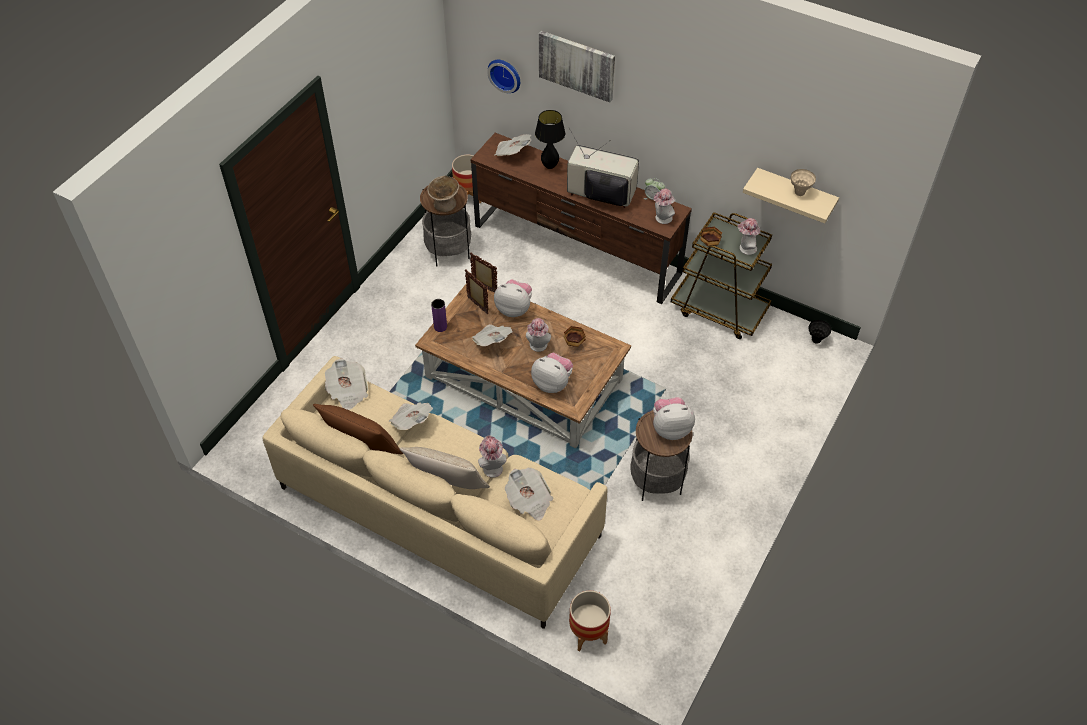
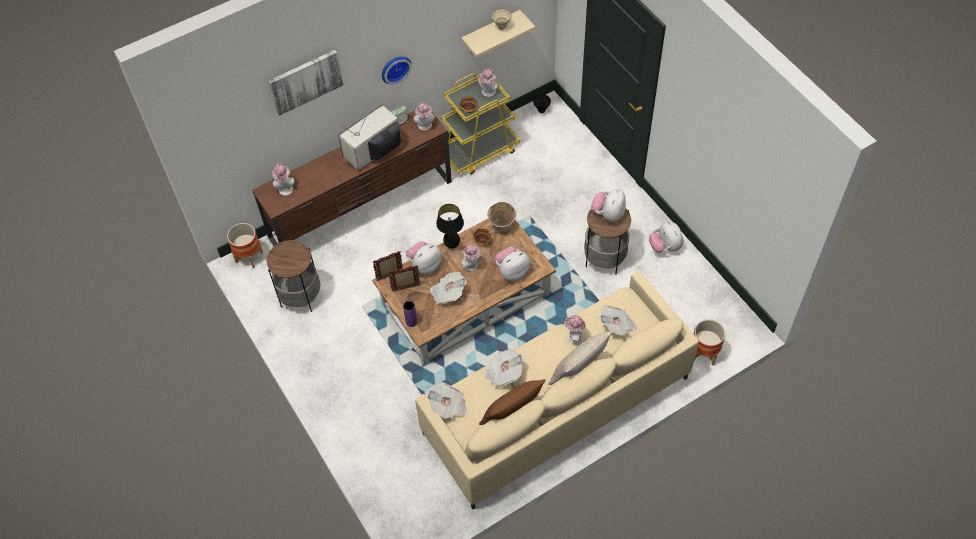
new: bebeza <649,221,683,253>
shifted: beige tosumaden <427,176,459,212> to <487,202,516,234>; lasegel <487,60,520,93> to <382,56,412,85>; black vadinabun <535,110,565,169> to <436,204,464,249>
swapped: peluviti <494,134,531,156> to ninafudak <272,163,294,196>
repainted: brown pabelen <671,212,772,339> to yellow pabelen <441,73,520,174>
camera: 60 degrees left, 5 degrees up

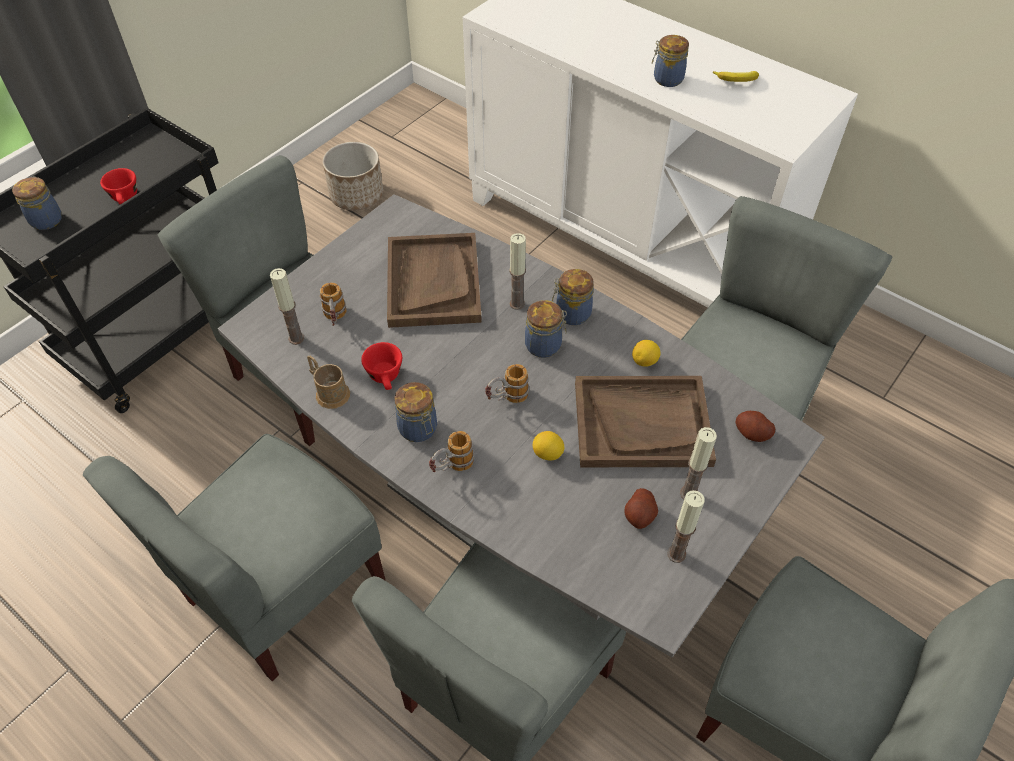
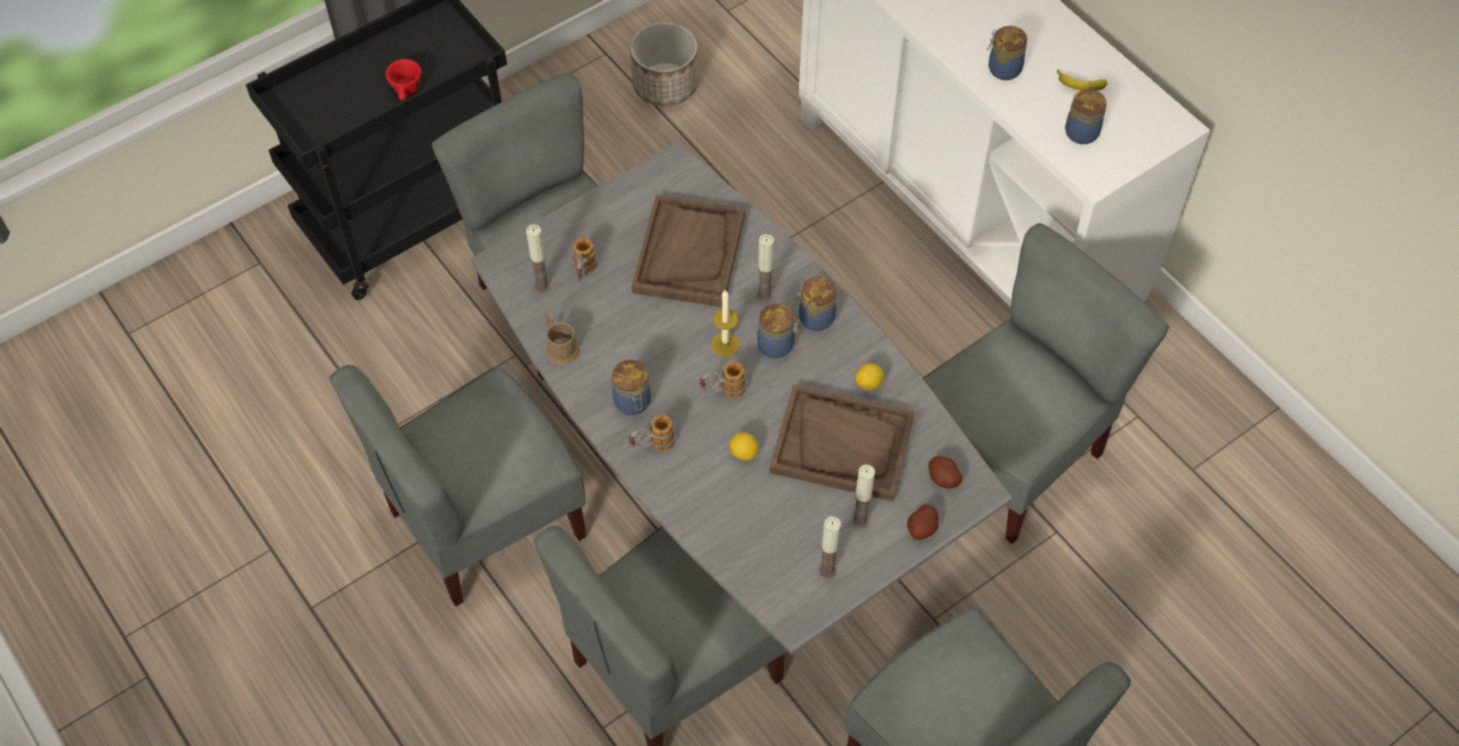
gone: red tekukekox <361,342,402,390>
new: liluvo <711,289,740,357>
shifted: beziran <12,176,62,230> to <1065,88,1107,144>; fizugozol <625,488,658,529> to <907,504,939,540>
camera: 15 degrees right, 5 degrees up

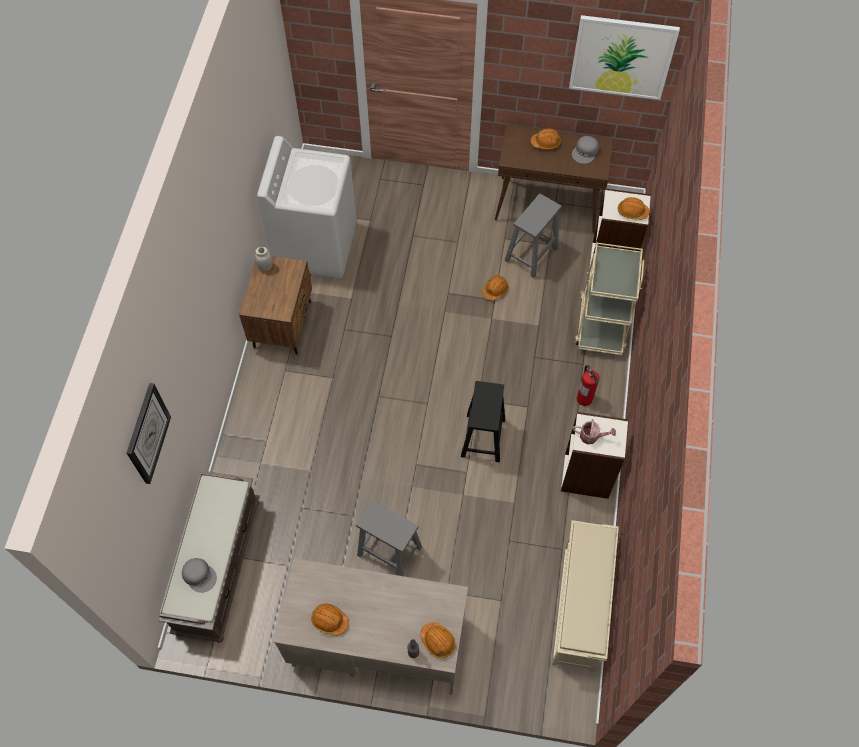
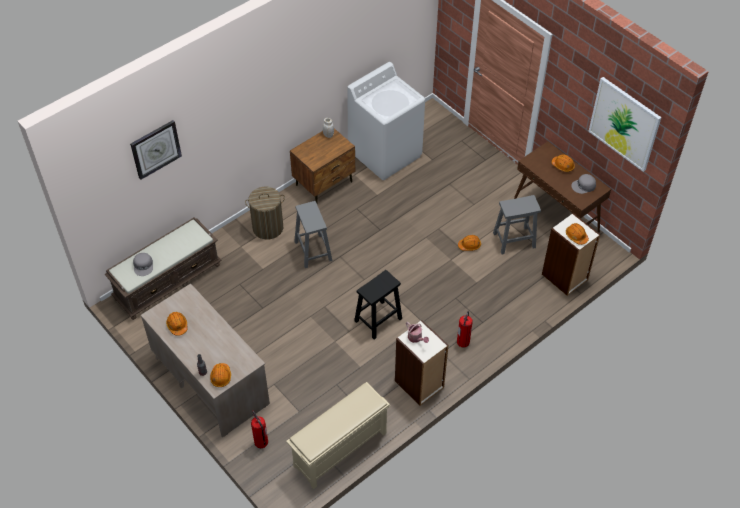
gone: beige pabelen <575,242,644,355>
new: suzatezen <245,187,285,240>; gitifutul <251,411,268,448>
shifted: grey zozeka <356,500,422,576> to <294,201,333,268>
camera: 40 degrees right, 10 degrees down

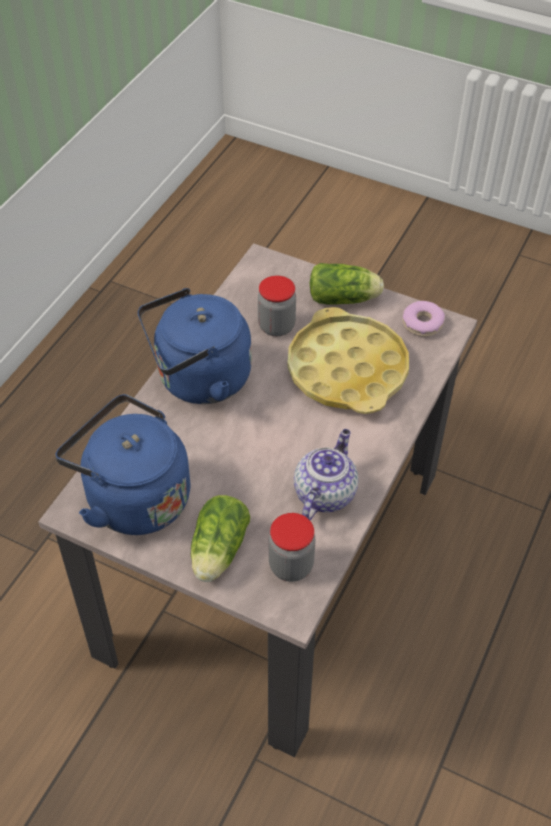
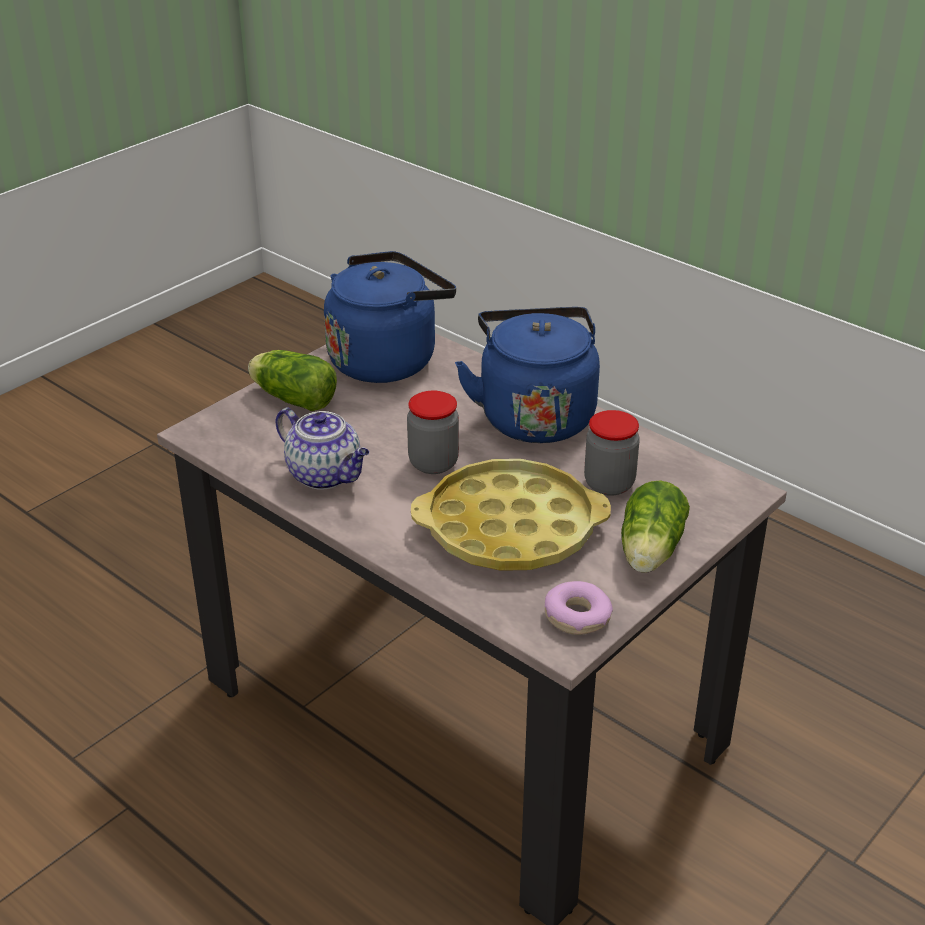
shifted: beziran <269,513,315,582> to <407,391,459,474>
camera: 105 degrees right, 15 degrees down

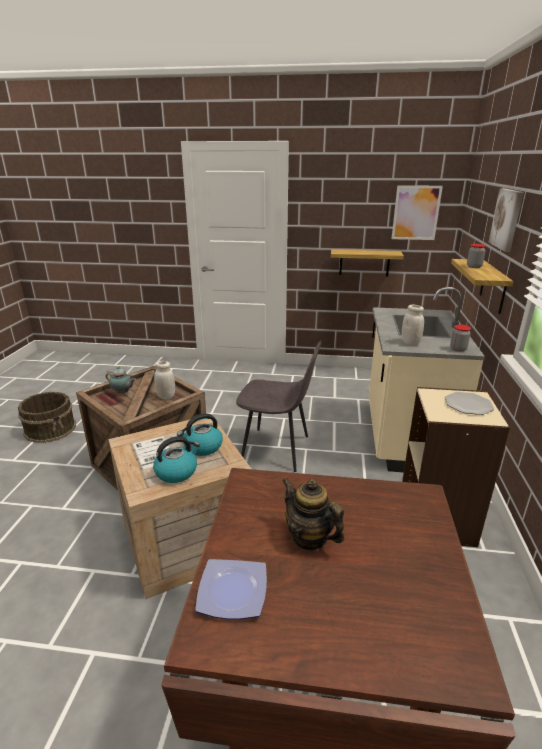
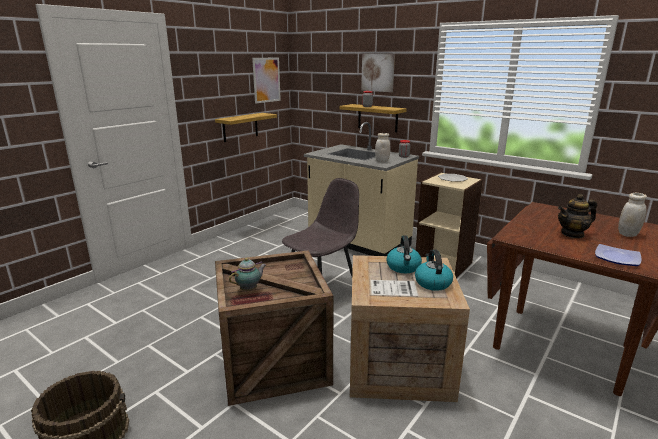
shifted: white beziran <154,361,175,399> to <618,193,647,237>
camera: 60 degrees left, 5 degrees down

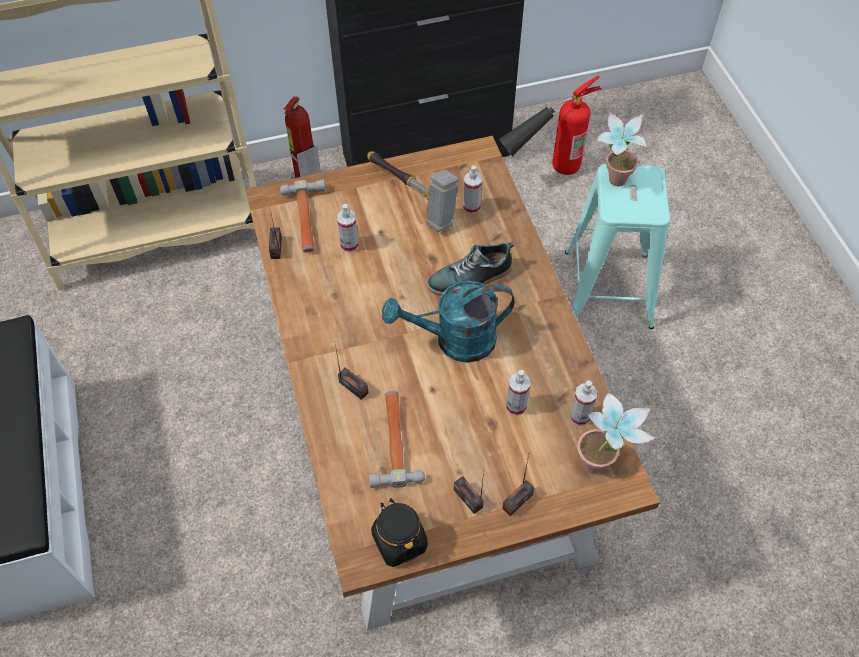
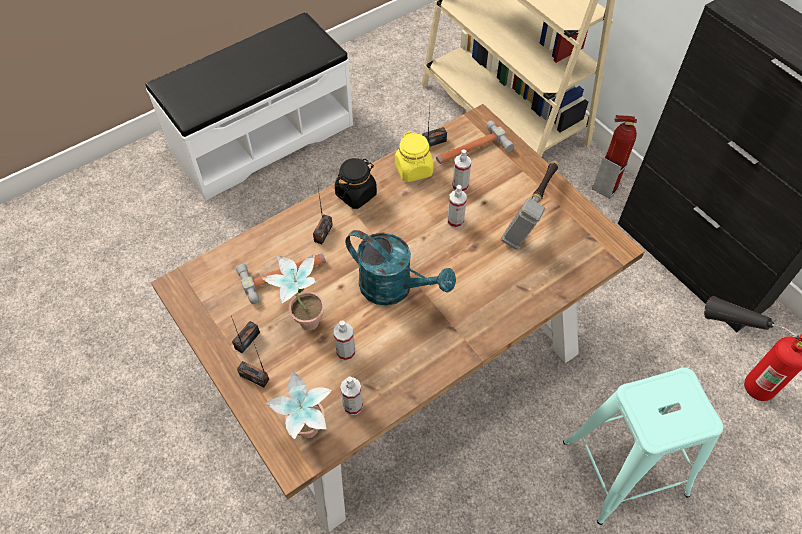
gone: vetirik <427,241,514,295>
new: yellow beziran <395,131,434,182>
shifted: black beziran <371,498,428,567> to <335,158,377,209>; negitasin <463,165,482,214> to <447,185,467,228>; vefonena <596,112,647,186> to <261,254,325,330>
rotated: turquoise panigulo <382,281,515,363> = <346,230,456,306> 150 degrees clockwise
camera: 70 degrees right, 0 degrees up

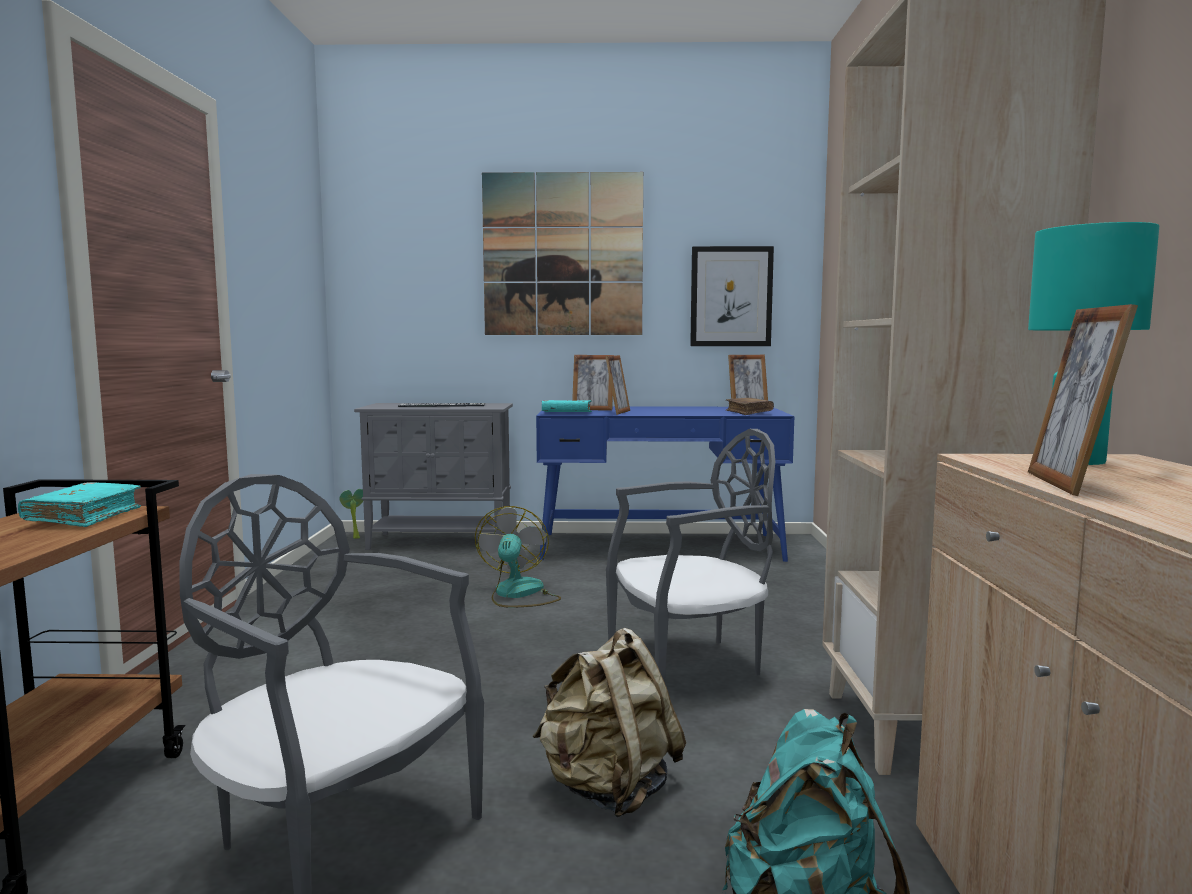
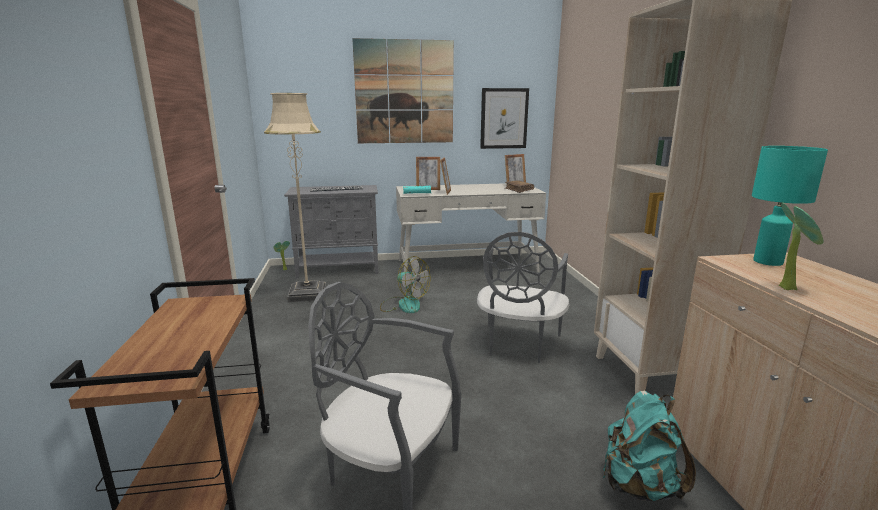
gone: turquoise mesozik <18,482,141,527>; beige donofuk <533,628,686,817>
new: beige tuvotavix <264,93,326,302>
swapped: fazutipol <1028,304,1138,496> to vefonena <779,203,823,290>
repainted: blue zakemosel <536,406,794,562> to white zakemosel <396,183,546,272>
rotated: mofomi <475,506,561,608> = <380,256,430,313> 135 degrees clockwise; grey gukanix <606,429,775,682> = <477,232,569,363> 135 degrees clockwise
camera: 10 degrees left, 10 degrees up

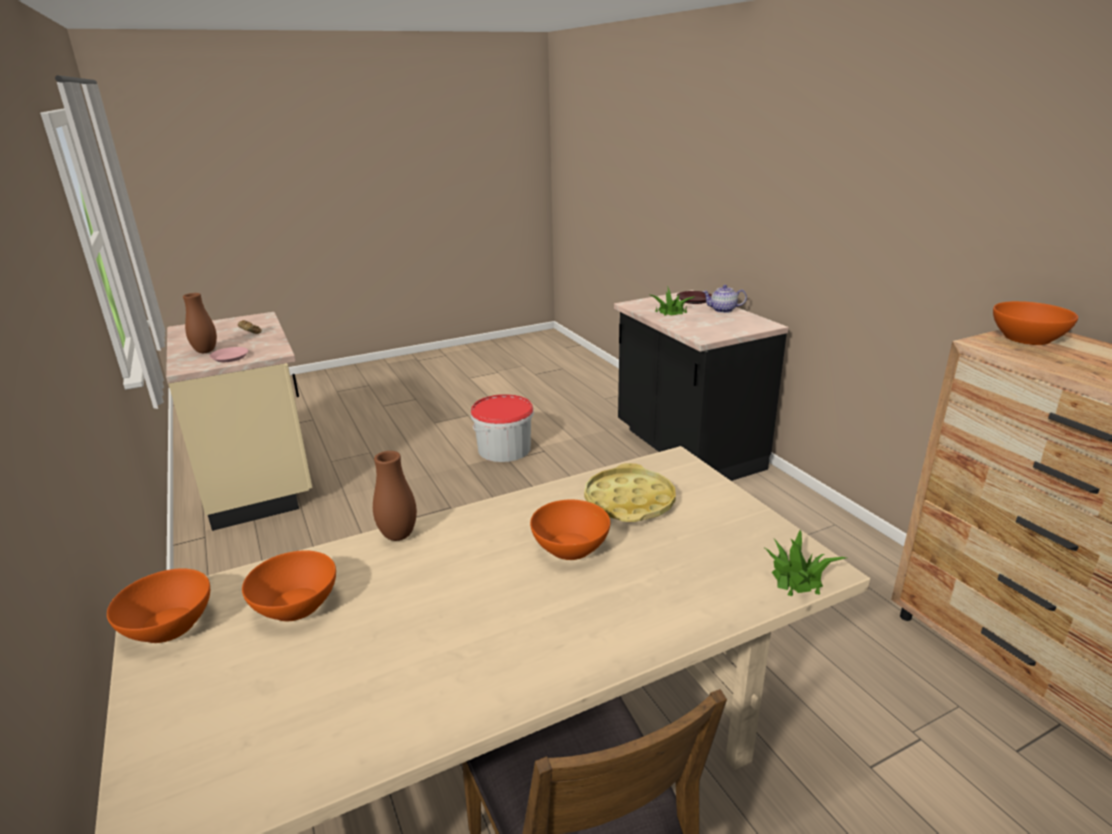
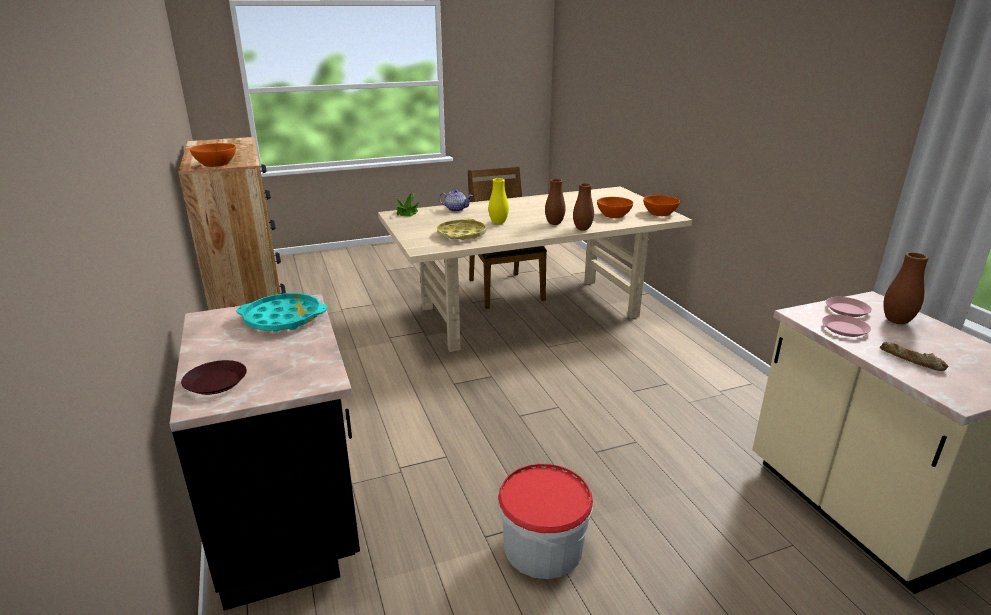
gone: vefonena <648,286,694,315>
new: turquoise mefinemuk <236,293,327,332>; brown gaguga <545,179,566,225>; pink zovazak <822,314,871,337>
shifted: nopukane <702,285,747,313> to <439,189,473,212>
swapped: orange tosumaden <530,499,610,560> to yellow gaguga <488,178,509,224>
camera: 175 degrees left, 0 degrees up

